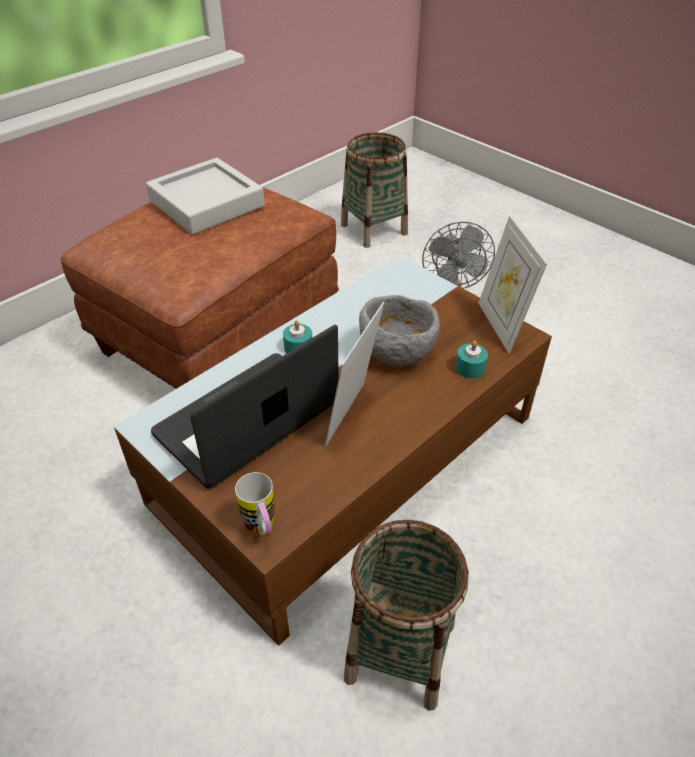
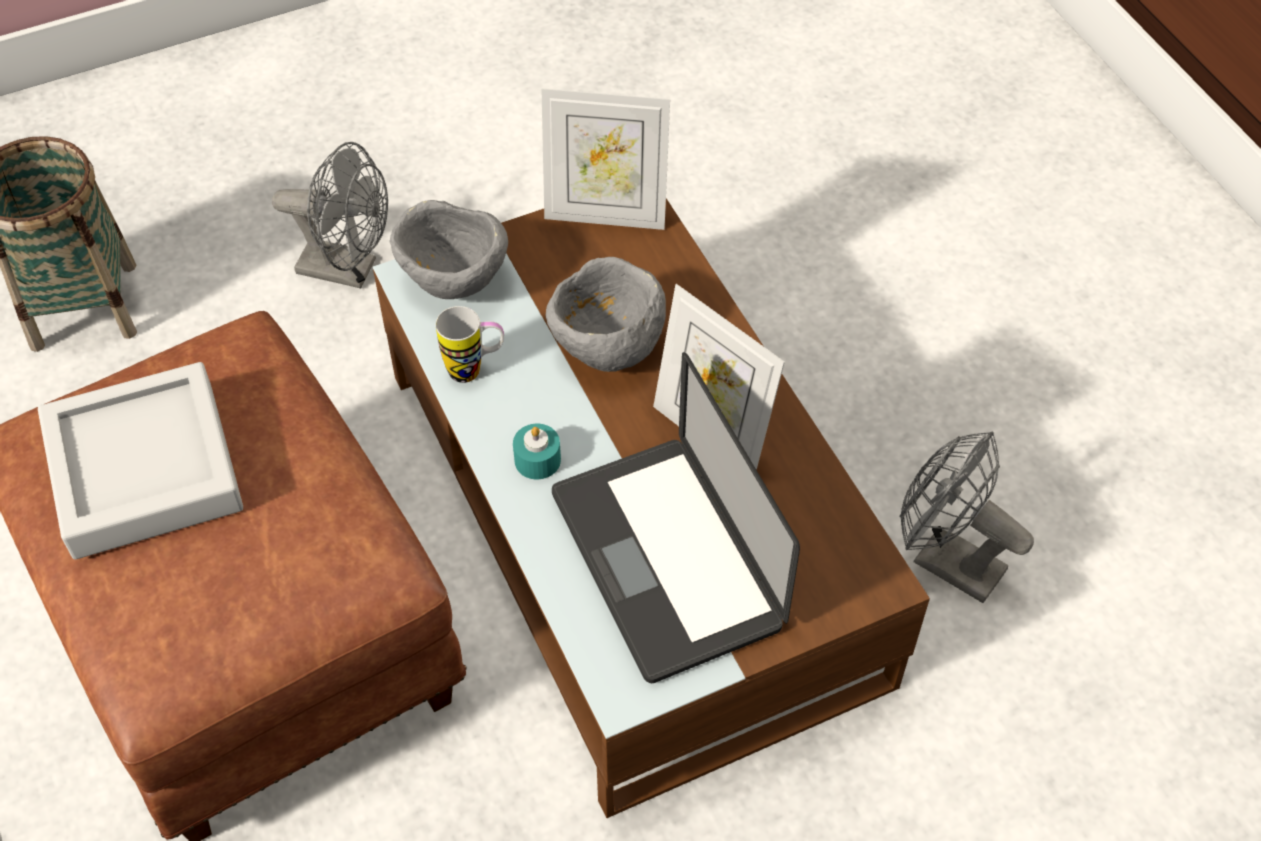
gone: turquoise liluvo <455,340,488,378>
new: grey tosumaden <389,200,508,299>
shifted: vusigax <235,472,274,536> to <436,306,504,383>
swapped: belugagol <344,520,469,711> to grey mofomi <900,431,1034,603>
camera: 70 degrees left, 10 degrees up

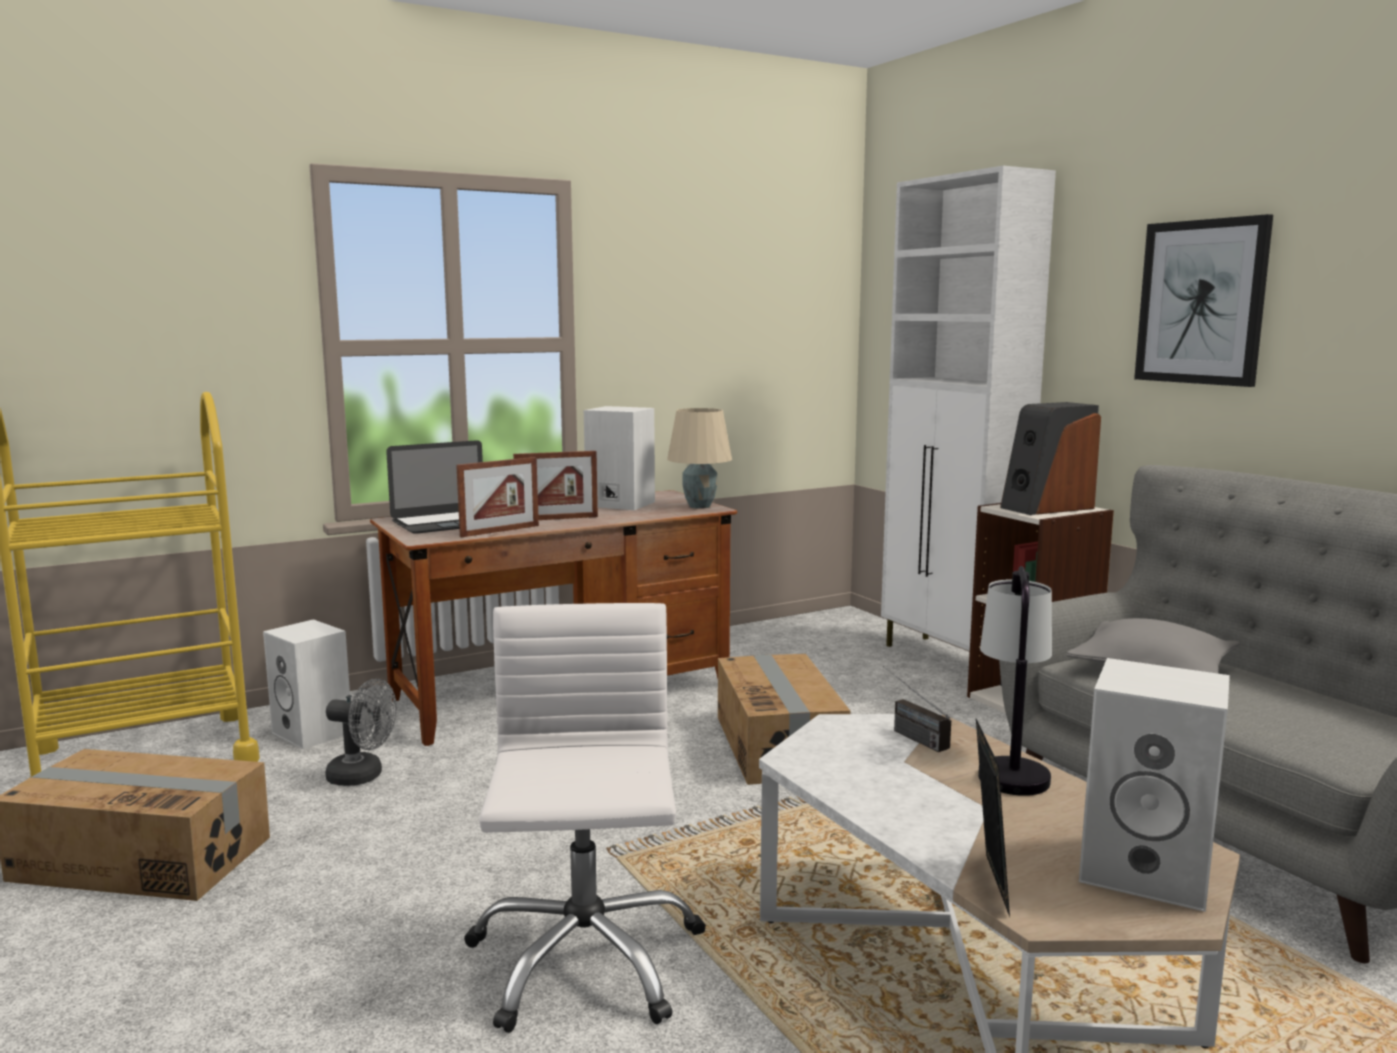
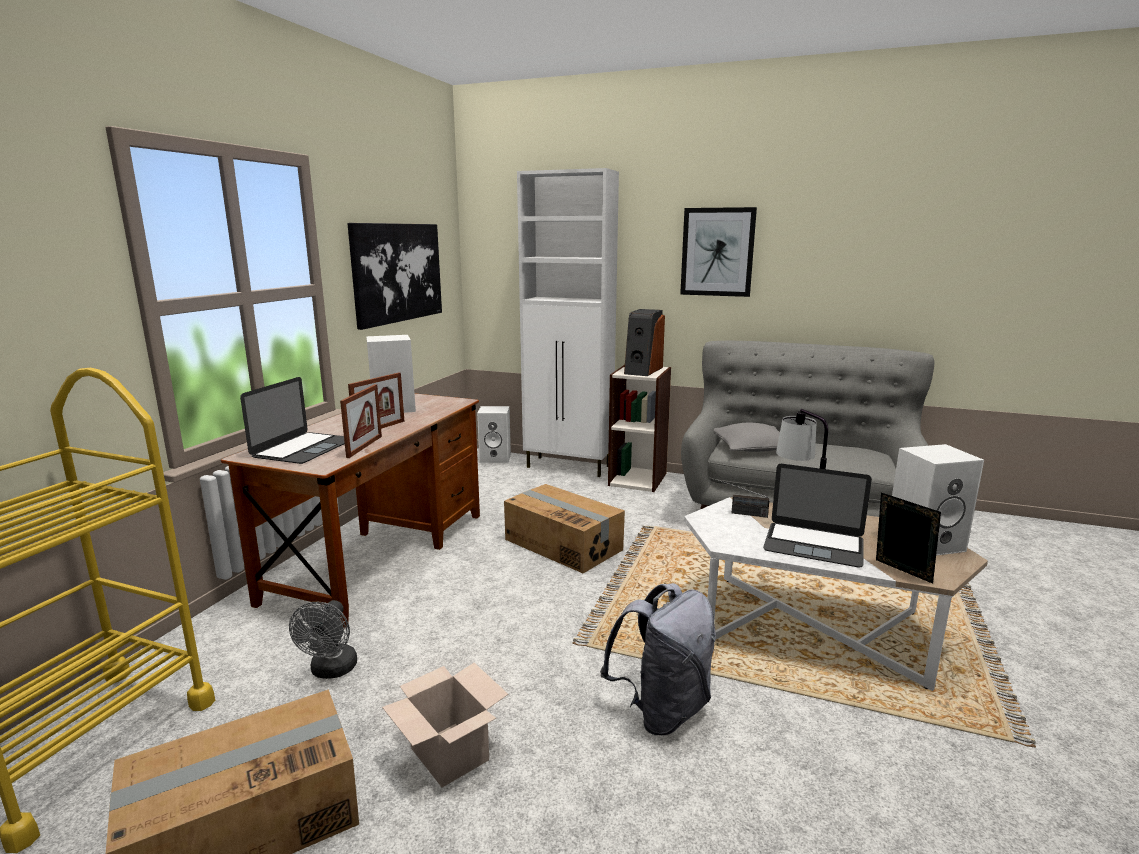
gone: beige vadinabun <667,408,732,509>
new: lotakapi <348,223,442,330>; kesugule <382,663,508,788>; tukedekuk <763,464,872,567>
shifted: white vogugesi <263,619,350,749> to <477,406,511,463>
swapped: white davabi <464,603,706,1033> to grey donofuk <600,583,716,736>
rotated: grey mofomi <325,679,397,786> = <289,600,357,679> 120 degrees clockwise
camera: 40 degrees left, 5 degrees up

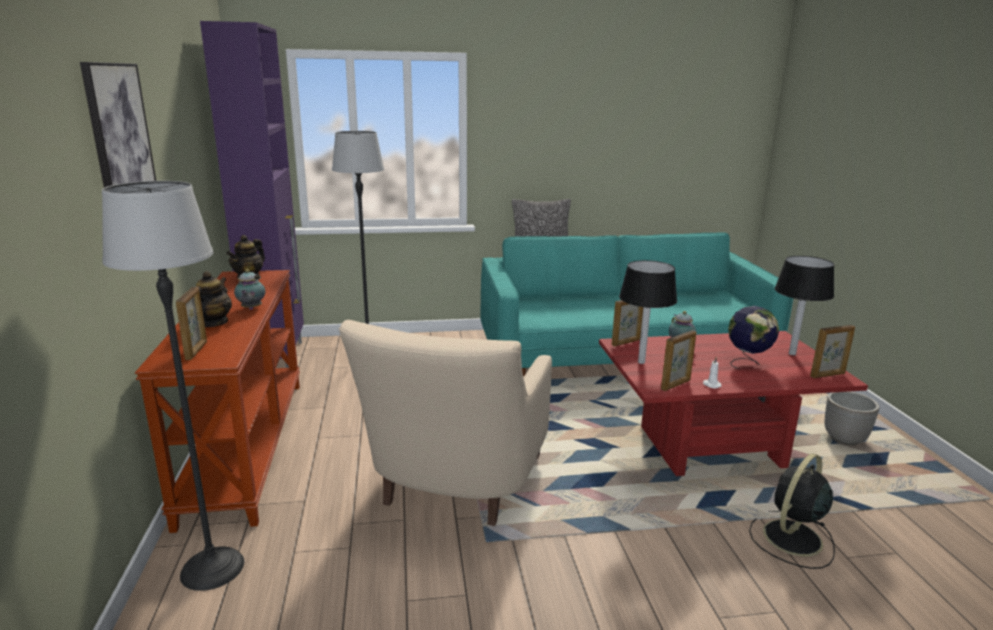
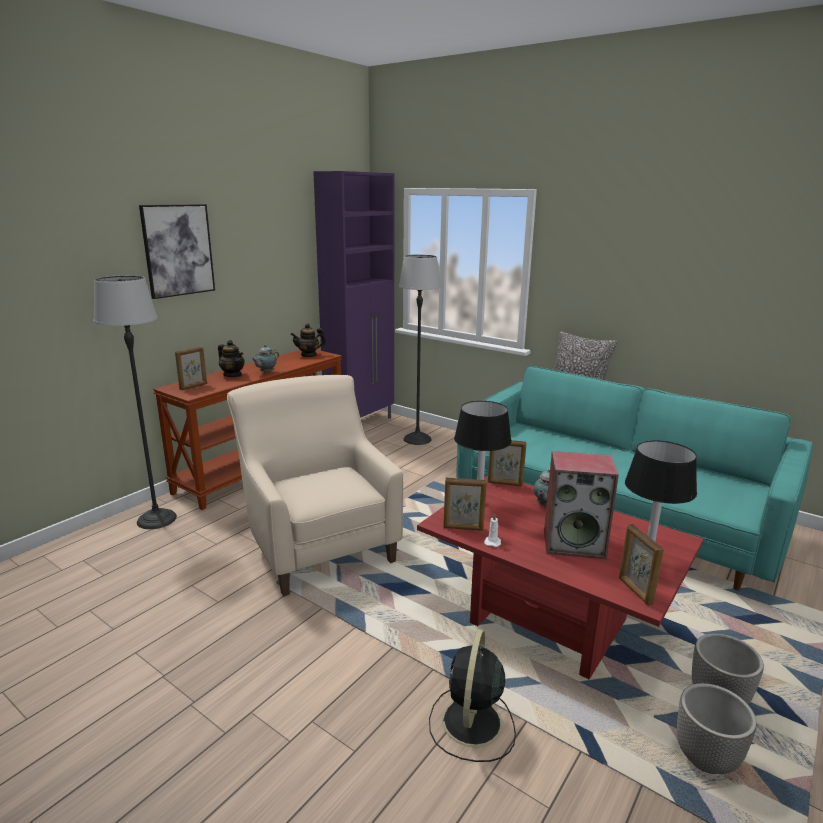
new: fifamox <677,683,757,774>
swapped: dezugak <728,306,779,370> to vogugesi <544,451,619,559>
rotated: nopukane <195,271,232,327> = <218,340,245,377> 75 degrees clockwise; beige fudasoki <339,320,552,526> = <227,375,403,597> 90 degrees clockwise; black mofomi <749,454,835,569> = <429,629,516,762> 75 degrees counterclockwise; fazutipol <810,325,855,378> = <619,524,664,606> 45 degrees clockwise
camera: 45 degrees right, 0 degrees up

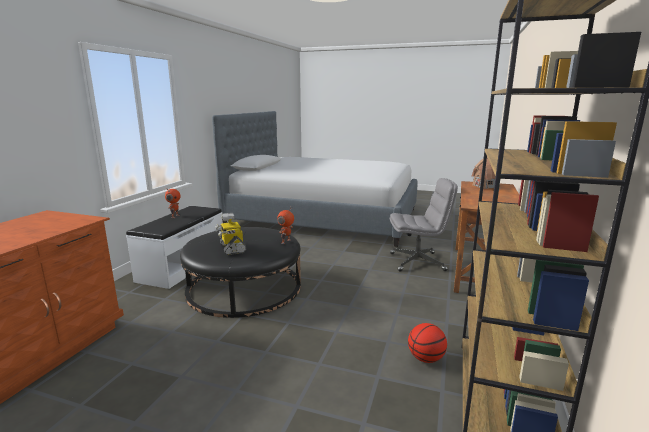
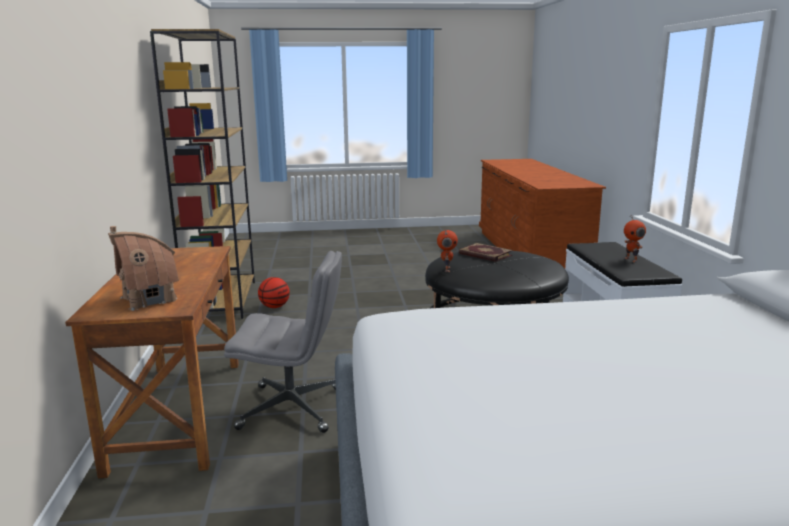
swapped: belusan <215,213,247,255> to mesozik <459,243,513,262>
rotated: grey davabi <390,178,458,272> = <224,251,342,433> 150 degrees counterclockwise
camera: 155 degrees right, 0 degrees up

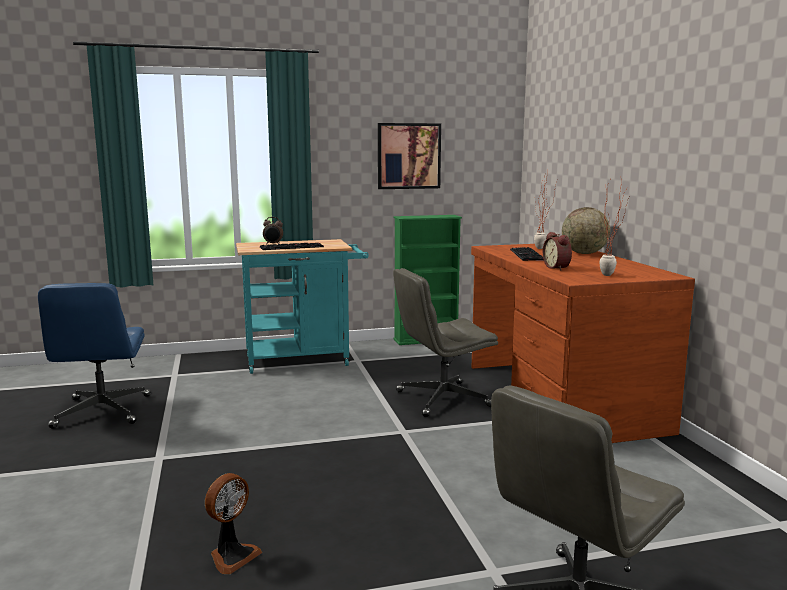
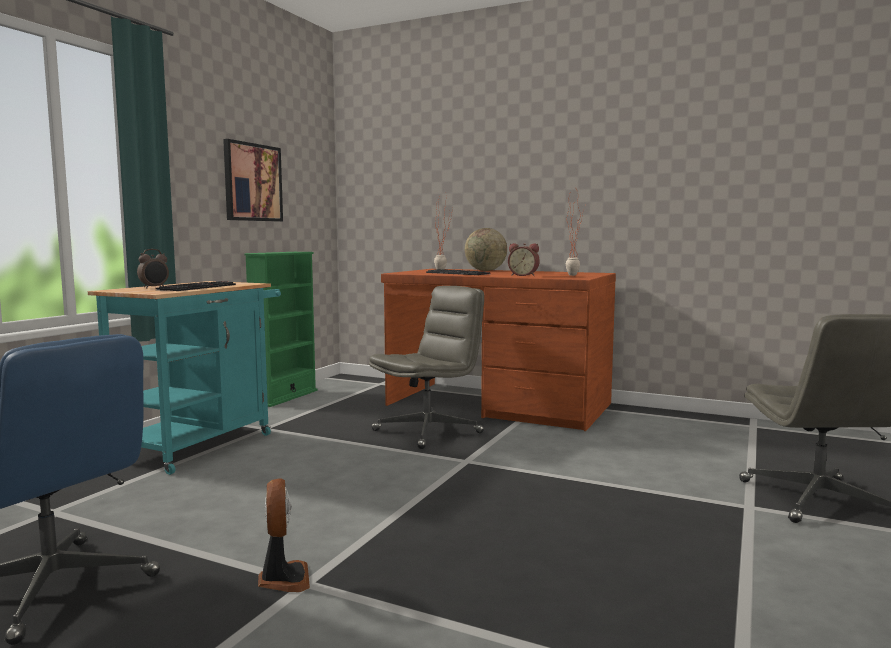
shifted: mofomi <205,473,262,574> to <258,479,310,592>
rotated: grey davabi <393,268,498,417> = <369,286,484,449> 150 degrees counterclockwise
camera: 50 degrees left, 5 degrees down

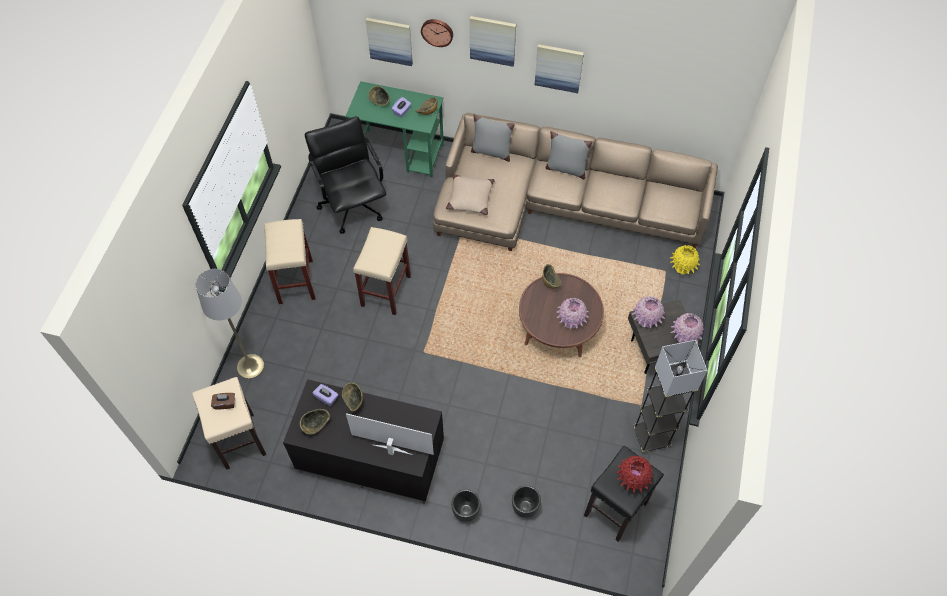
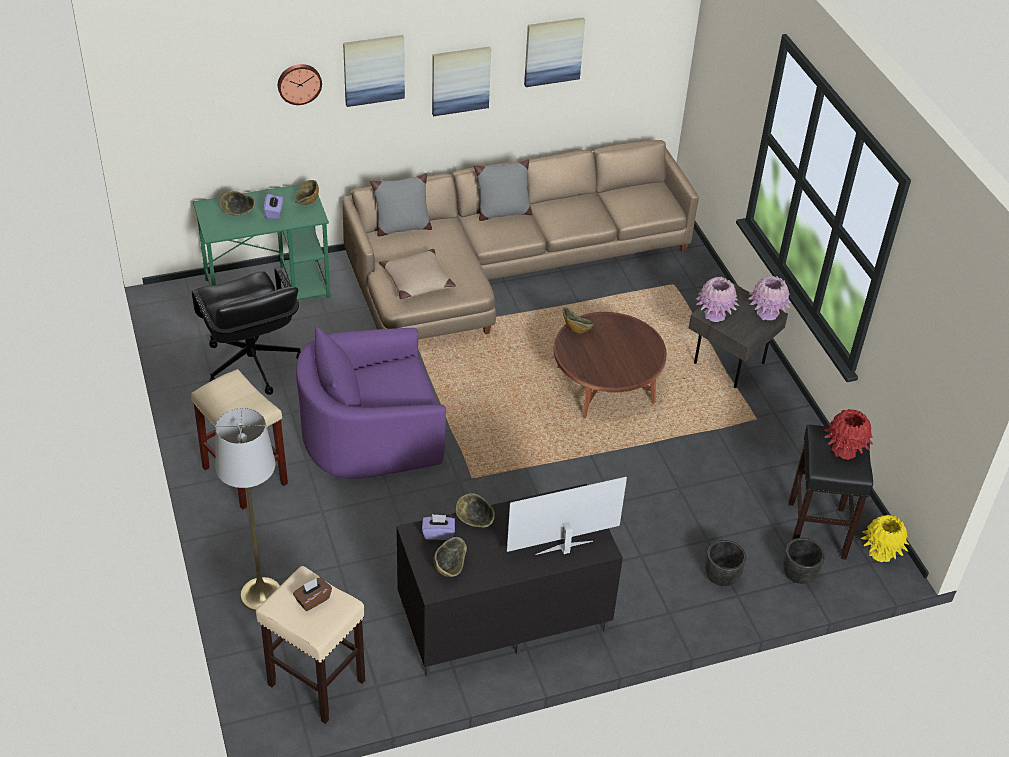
gone: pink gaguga <556,298,589,329>; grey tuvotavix <633,340,707,452>
shifted: lotakapi <366,18,413,66> to <524,17,585,87>; black fifamox <451,489,480,522> to <783,538,825,584>; yellow gaguga <670,245,700,275> to <861,515,909,562>
swapped: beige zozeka <353,227,411,315> to purple fudasoki <296,327,446,479>
rotated: black davabi <305,116,386,234> = <192,268,301,395> 150 degrees counterclockwise
camera: 35 degrees left, 15 degrees down

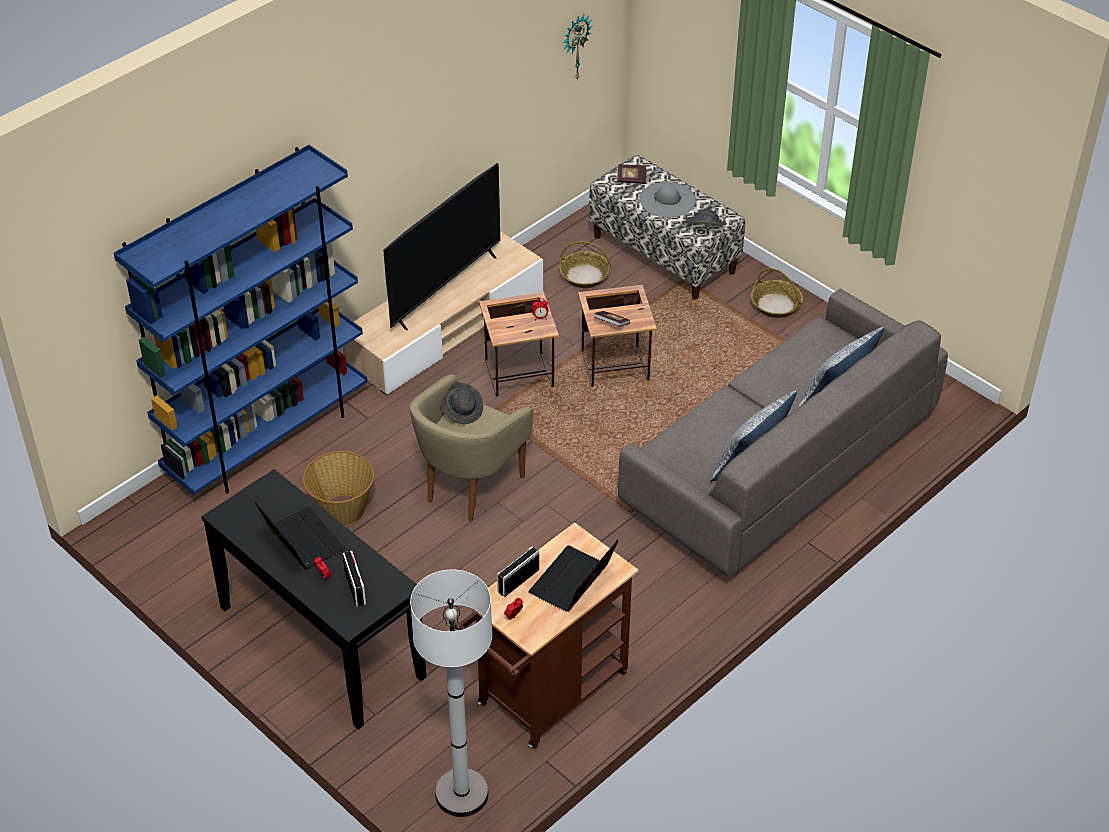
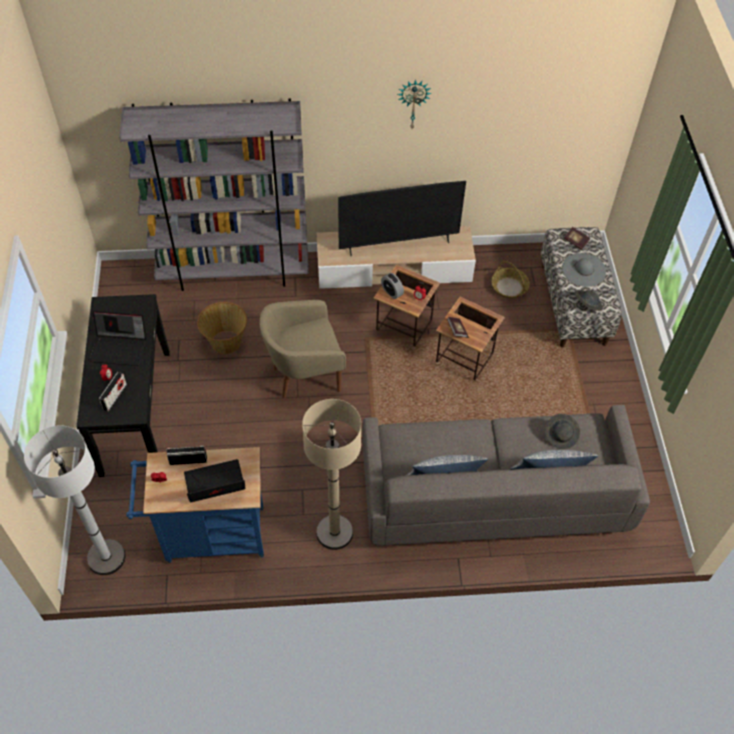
gone: belugagol <751,268,803,318>
new: beige tuvotavix <302,399,361,550>; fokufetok <381,273,404,299>
shifted: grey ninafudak <441,382,483,424> to <545,414,580,449>; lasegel <563,15,593,81> to <397,80,432,128>
repainted: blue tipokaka <114,145,367,495> to grey tipokaka <119,98,309,291>; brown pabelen <455,522,639,749> to blue pabelen <126,447,264,563>
rotated: tukedekuk <255,501,345,569> = <90,311,146,366> 90 degrees clockwise
camera: 40 degrees right, 10 degrees up

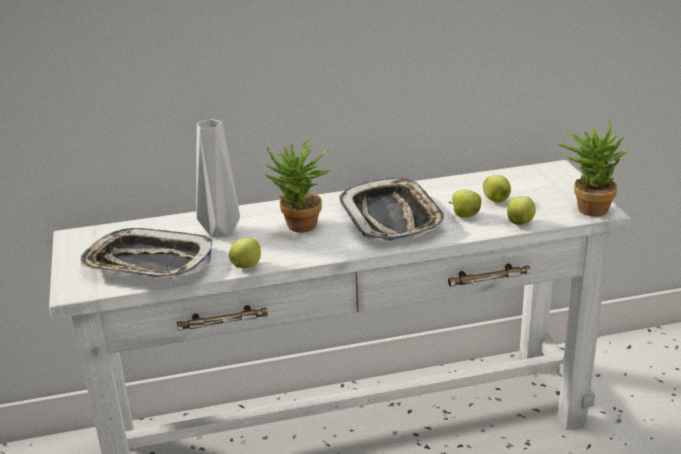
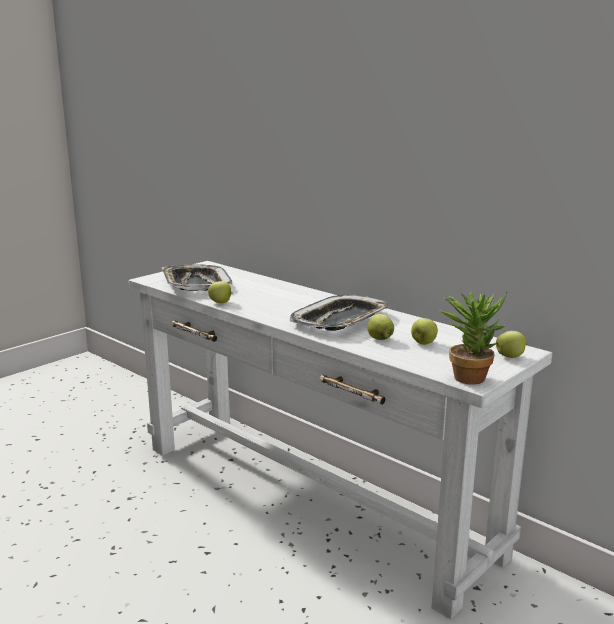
gone: grey gaguga <196,119,240,237>; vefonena <265,138,331,233>
shifted: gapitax <507,196,536,225> to <496,331,528,358>
camera: 55 degrees right, 10 degrees down

